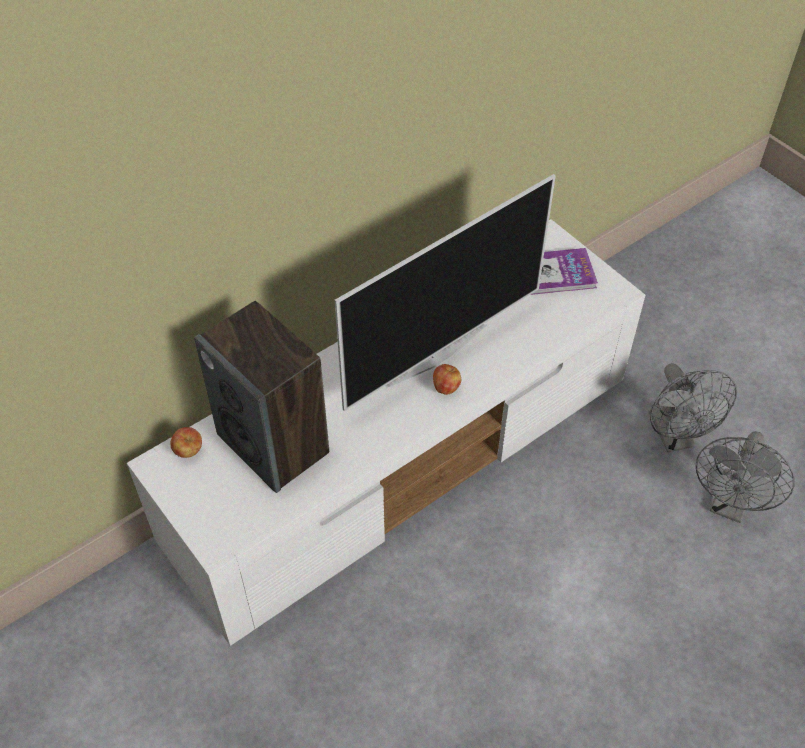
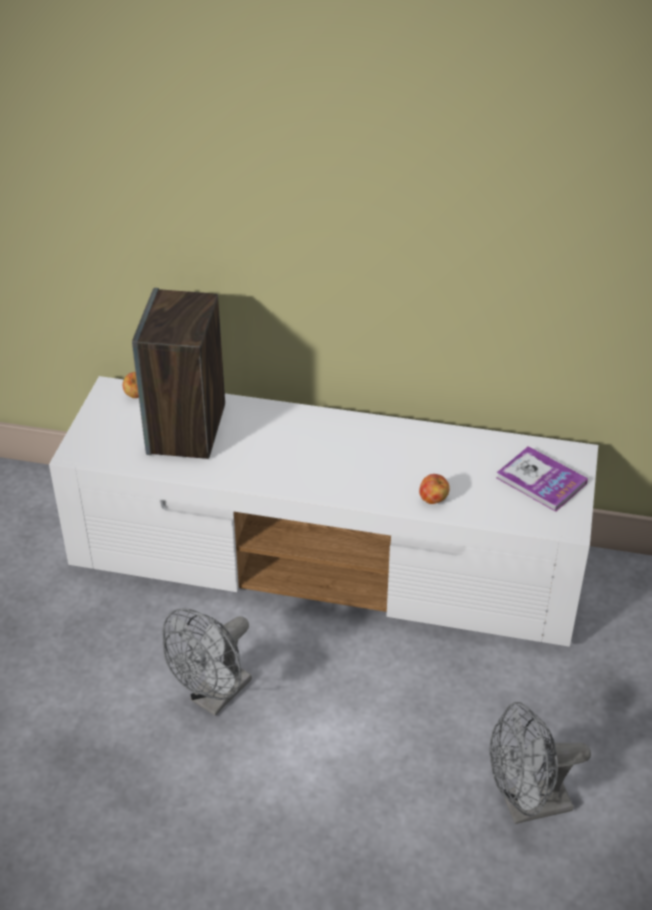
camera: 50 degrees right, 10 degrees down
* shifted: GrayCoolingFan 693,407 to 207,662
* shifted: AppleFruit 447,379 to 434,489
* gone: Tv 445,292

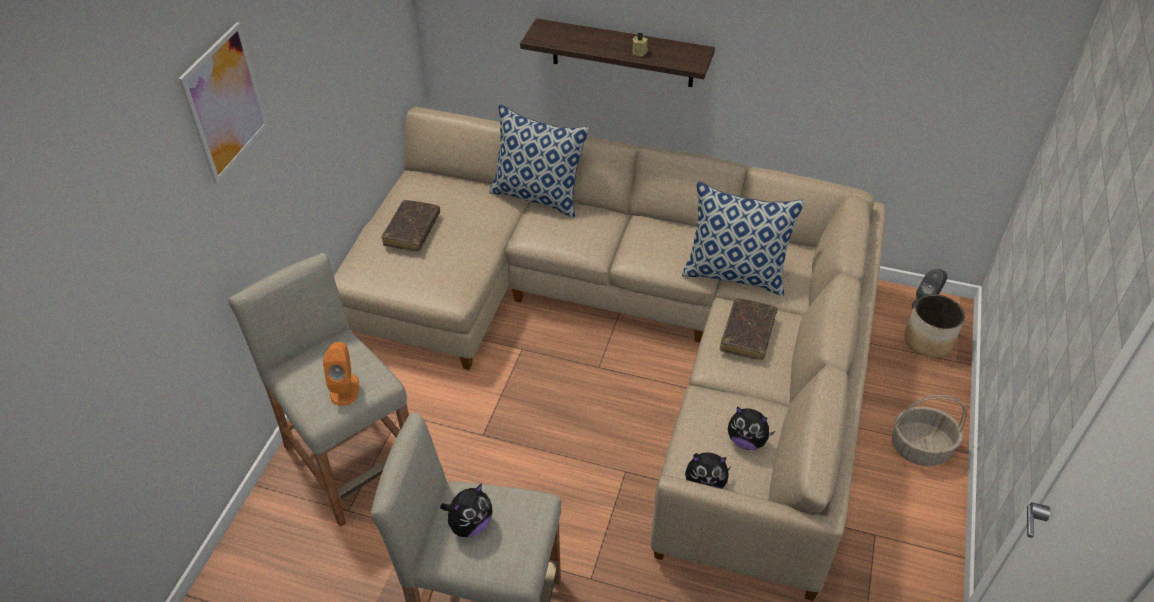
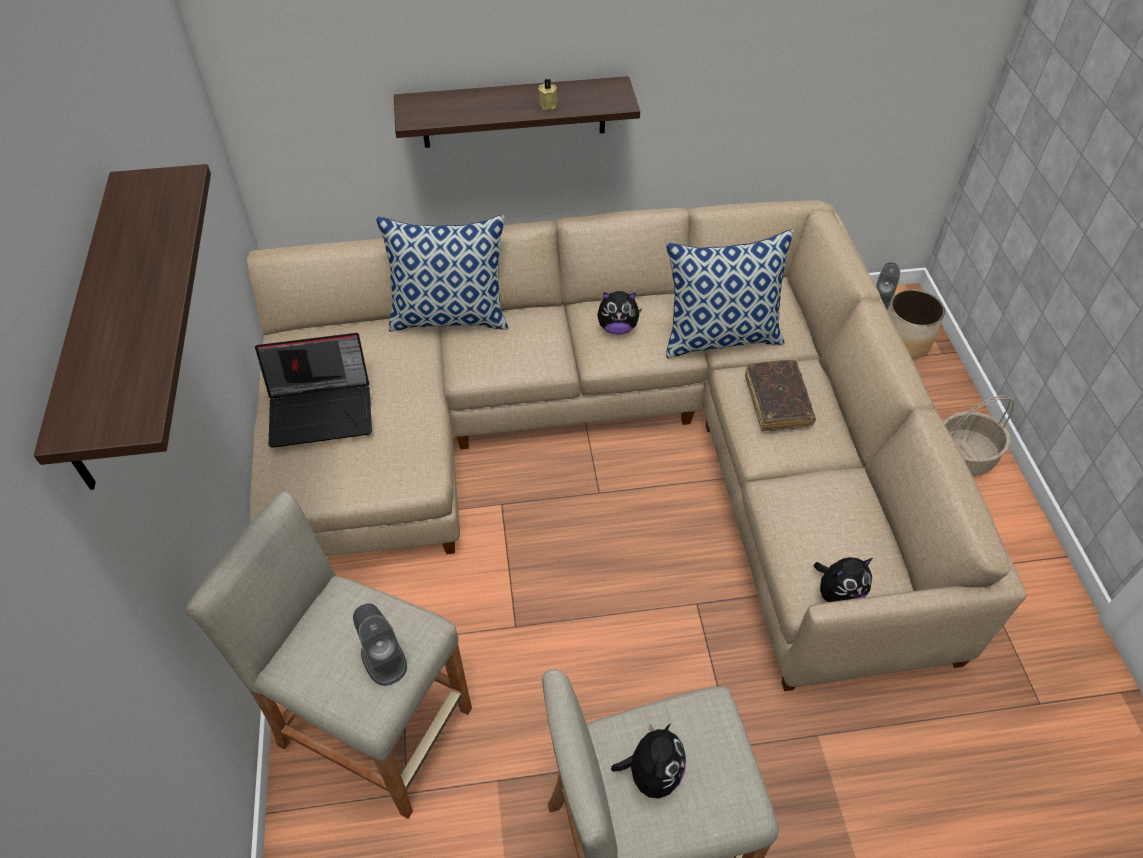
camera: 25 degrees left, 5 degrees up
* swapped: WallPicture 223,103 to BracketShelf 122,327
* swapped: BrownBoundBook 410,225 to Laptop 313,390
* repainted: OrangeySpeaker 341,374 to GraySpeaker 380,644
* shifted: CuddlyToy 751,428 to 619,313

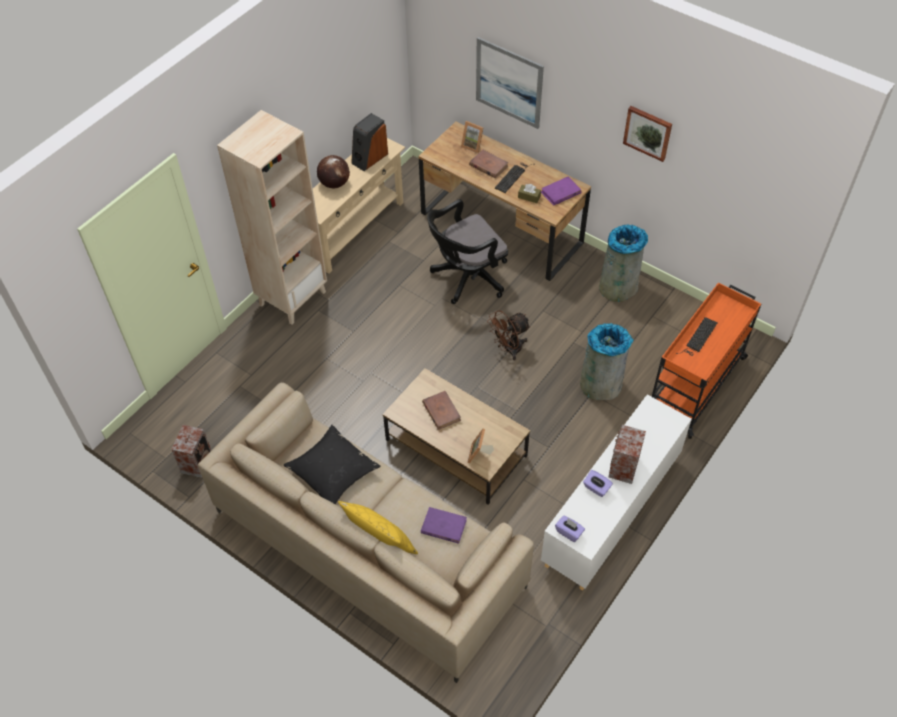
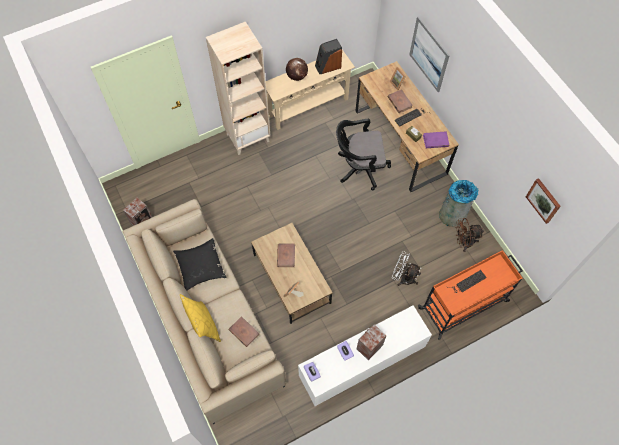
camera: 25 degrees right, 10 degrees up
* repainted: PurpleBoundBook 444,525 to BrownBoundBook 244,331
* swapped: GrayRubbishBin 606,361 to WhiteCoolingFan 406,268
* shifted: BrownCoolingFan 509,335 to 469,235
* shifted: WallPicture 647,134 to 543,201

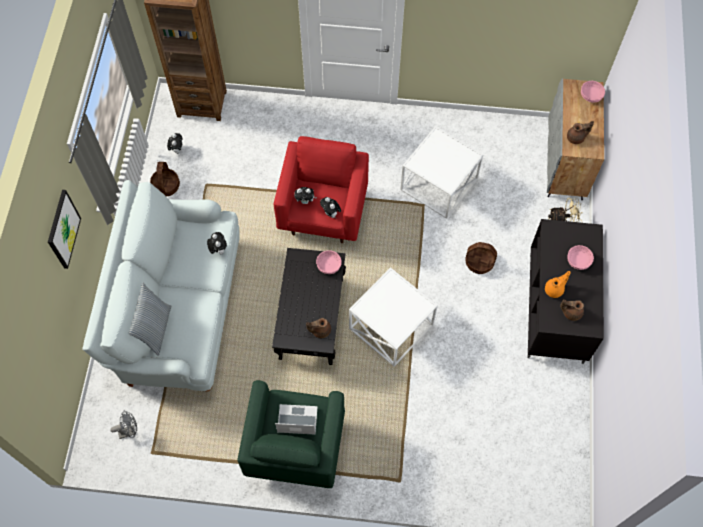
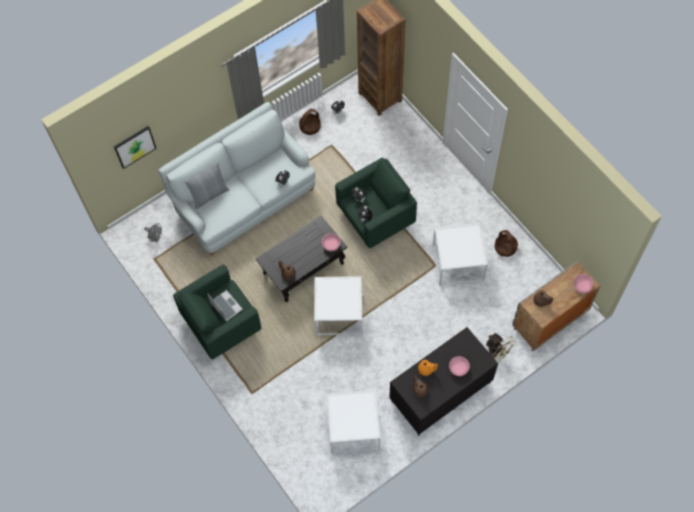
camera: 50 degrees right, 0 degrees up
* shifted: WallPicture 64,229 to 135,147
* new: WhiteEndTable 353,422
* repainted: ReddishEasyChair 321,189 to GreenishEasyChair 376,202
* shifted: HouseholdBasket 481,258 to 506,243

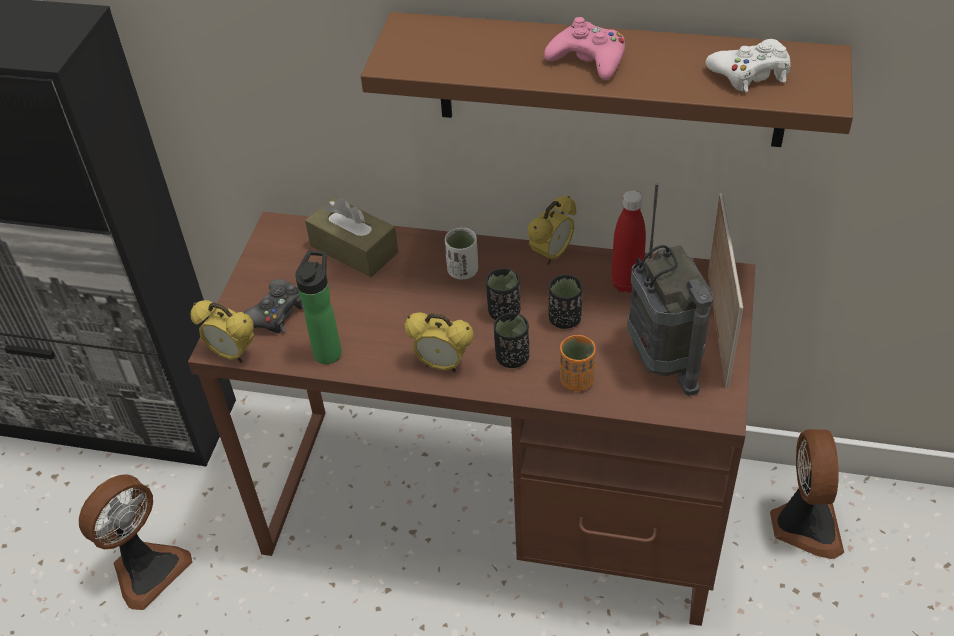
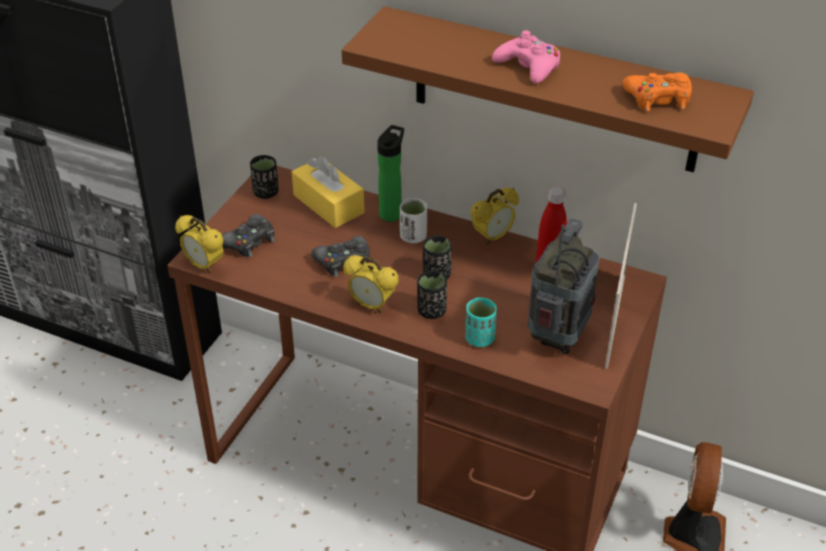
camera: 10 degrees right, 5 degrees down
* shifted: BlackColouredDrinkingCup 565,302 to 264,177
* repainted: BrownBoxOfTissues 352,237 to YellowBoxOfTissues 328,192
* new: BlackColouredGamepad 340,256
* shifted: BeverageBottle 318,307 to 390,173
* repainted: OrangeyDrinkingCup 578,363 to BlueGreenDrinkingCup 481,322
* rotated: RadioReceiver 670,289 = 564,286 150 degrees counterclockwise
* repainted: WhiteGamepad 748,65 to OrangeyGamepad 657,91
* gone: CoolingFan 135,542

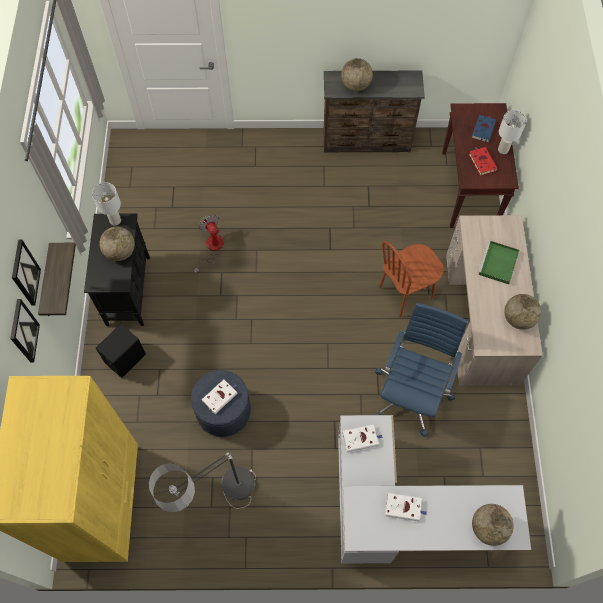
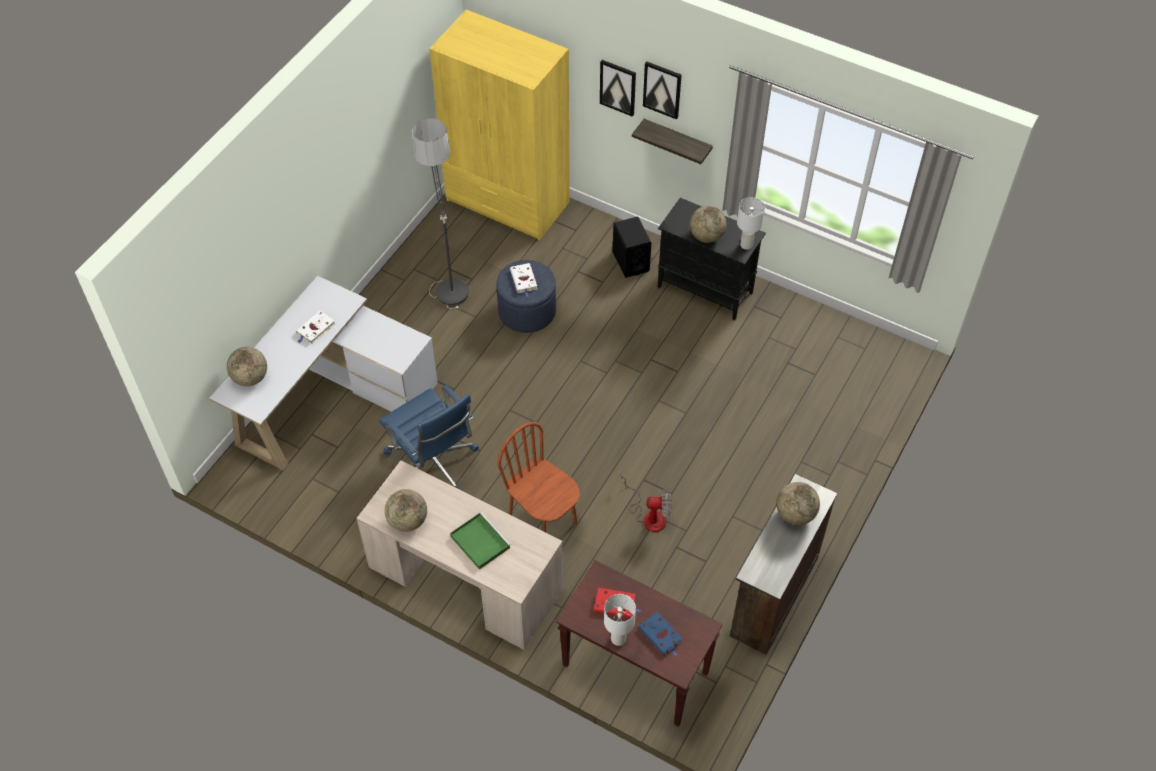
camera: 120 degrees right, 10 degrees down
* rotated: BrownChair 411,279 = 538,477 45 degrees counterclockwise
* shifted: CoolingFan 209,243 to 646,504
* gone: WhiteBoundBook 362,438

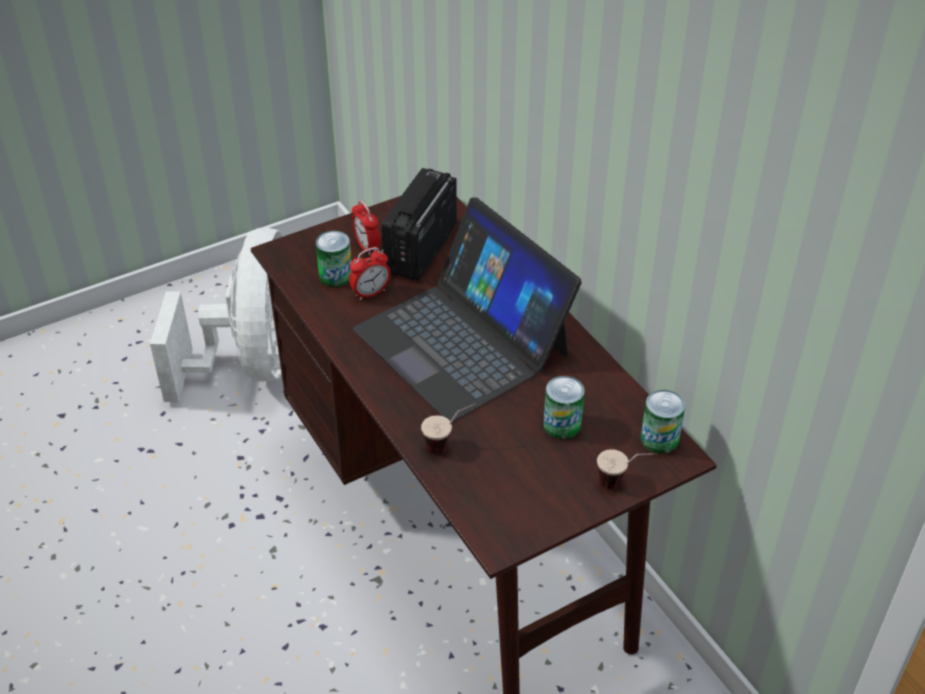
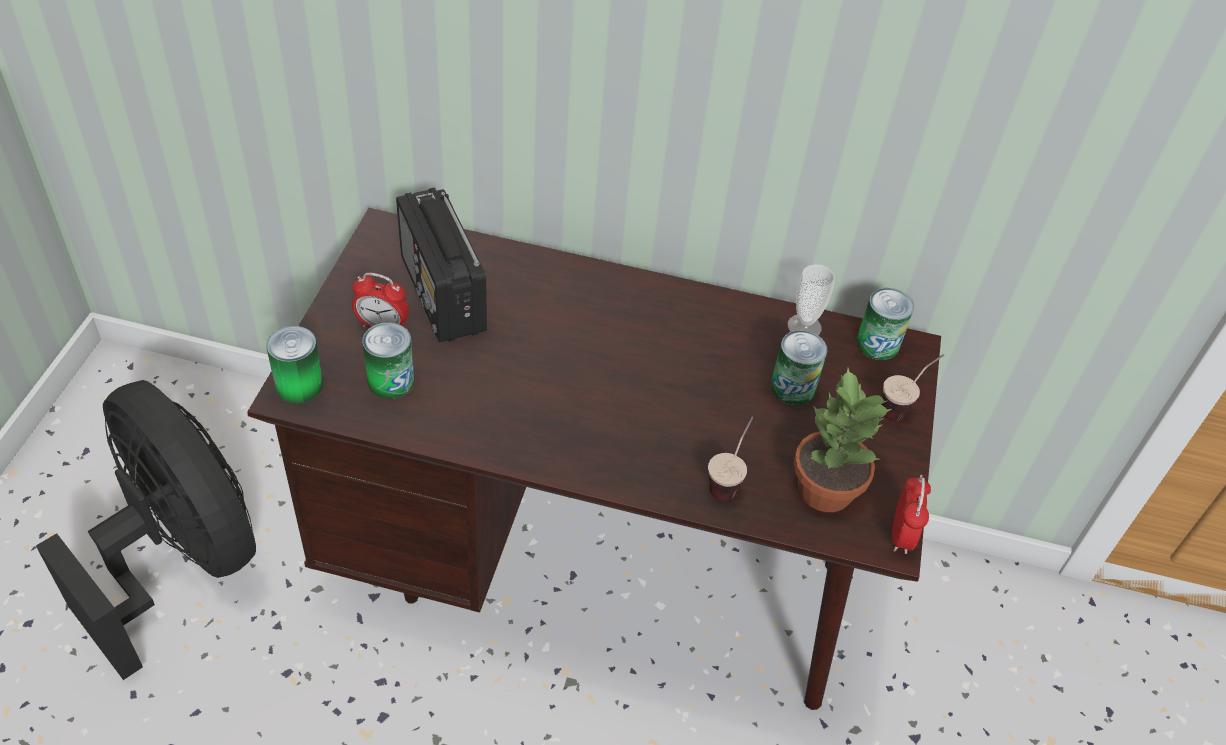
camera: 50 degrees left, 5 degrees up
* repainted: WhiteCoolingFan 217,314 to BlackColouredCoolingFan 146,530
* new: Can 294,364
* new: DrinkingCup 811,299
* new: PottedPlant 843,440
* shifted: AlarmClock 370,273 to 911,514
* gone: Laptop 467,309

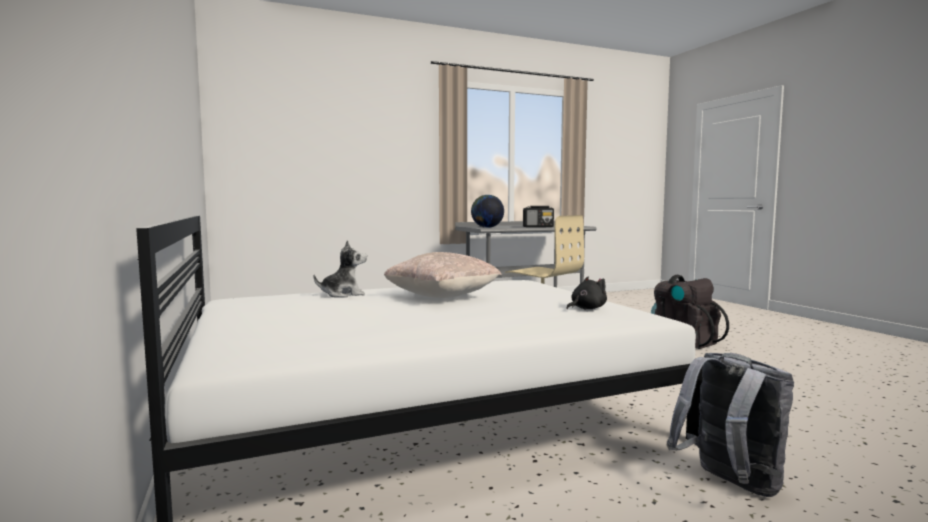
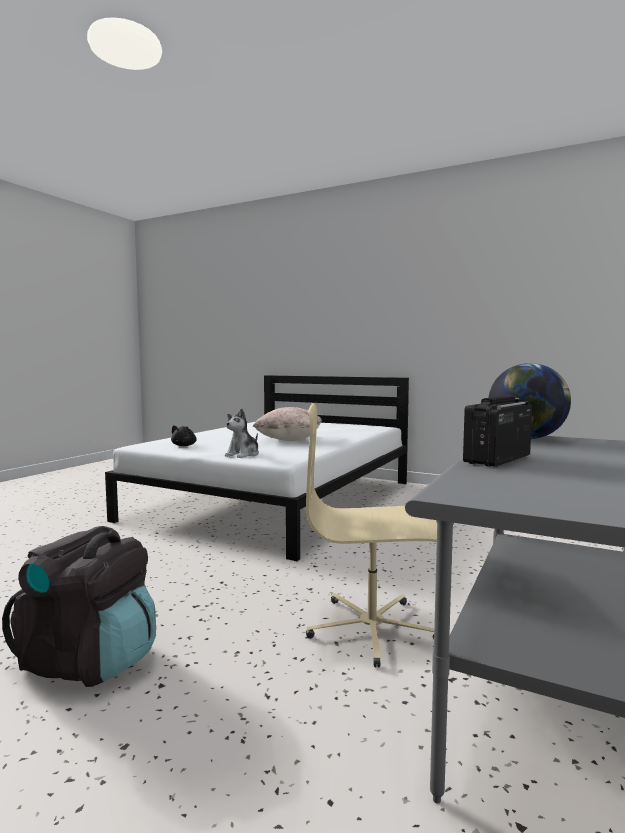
camera: 140 degrees right, 0 degrees up
* shifted: CuddlyToy 340,269 to 242,433
* gone: GrayRucksack 730,425

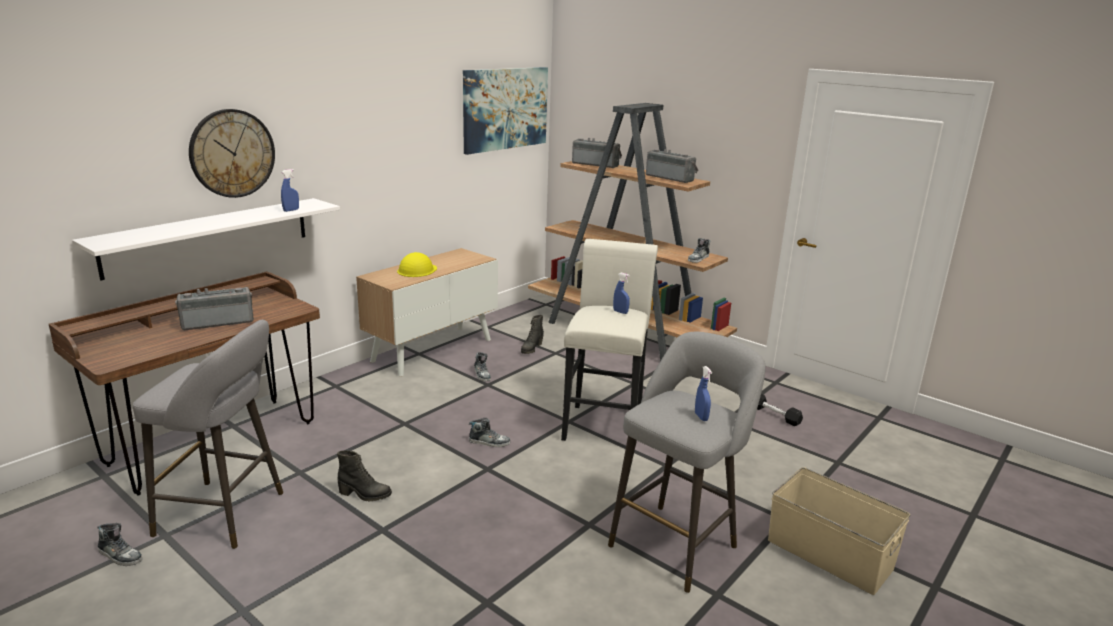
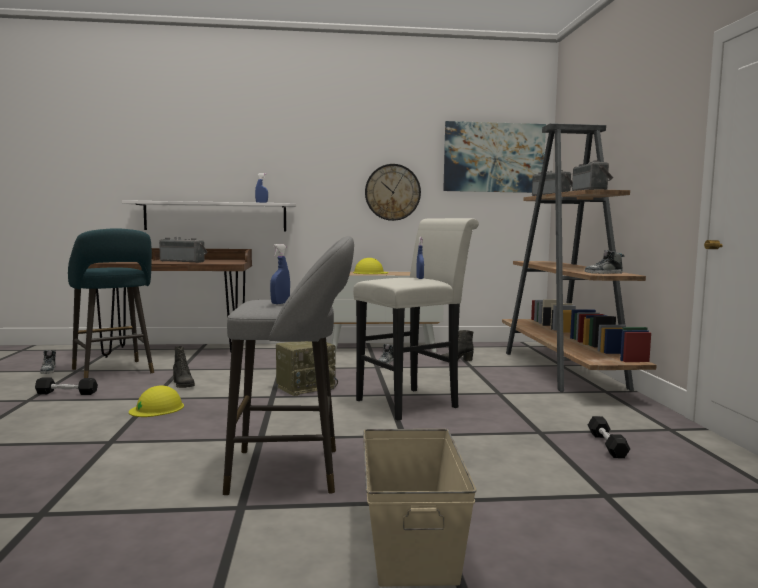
camera: 45 degrees right, 15 degrees down
* new: BlackColouredDumbbell 66,386
* repainted: GrayStoolSeat 208,434 to BlueGreenStoolSeat 111,303
* new: YellowSafetyHelmet 156,401
* swapped: Shoe 489,432 to RadioReceiver 307,368
* shifted: WallClock 232,153 to 393,192

